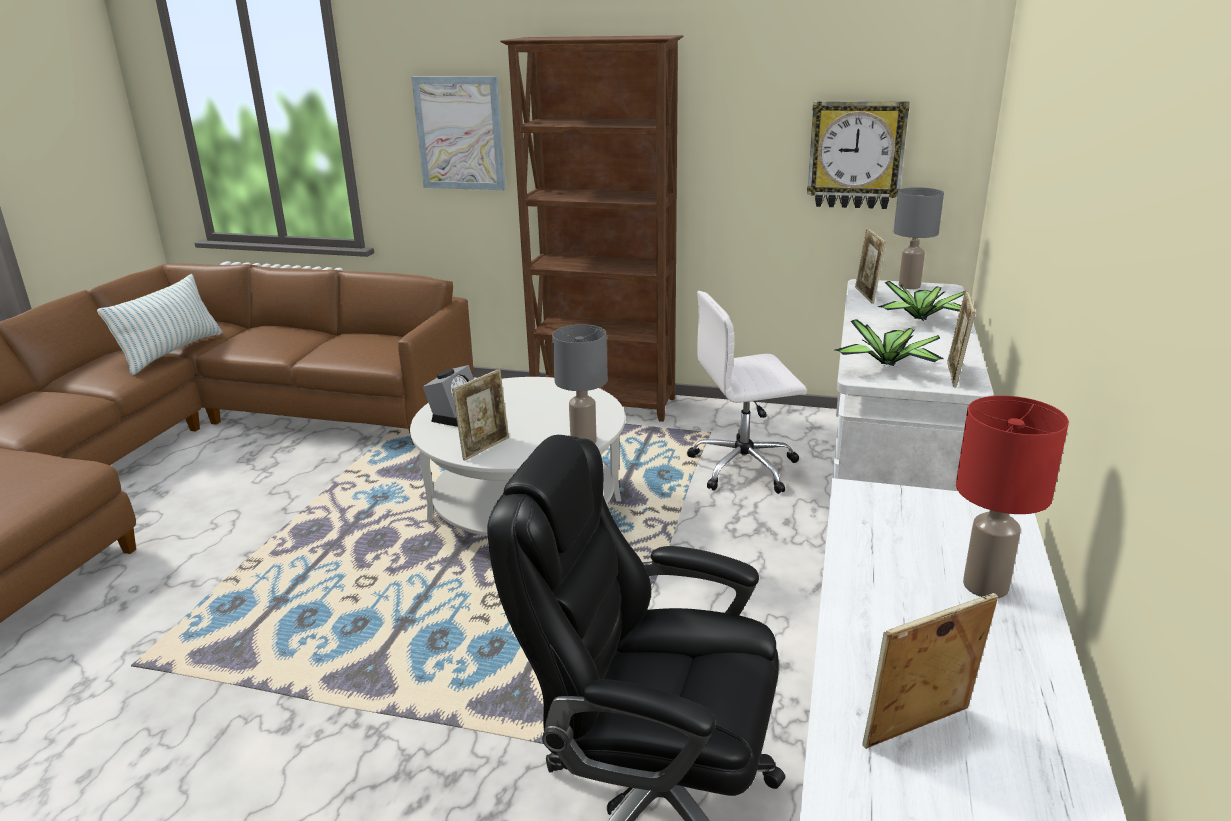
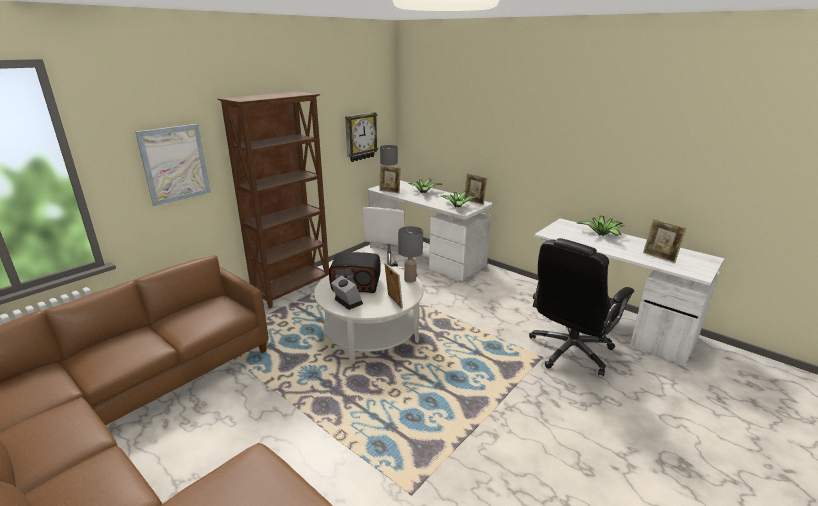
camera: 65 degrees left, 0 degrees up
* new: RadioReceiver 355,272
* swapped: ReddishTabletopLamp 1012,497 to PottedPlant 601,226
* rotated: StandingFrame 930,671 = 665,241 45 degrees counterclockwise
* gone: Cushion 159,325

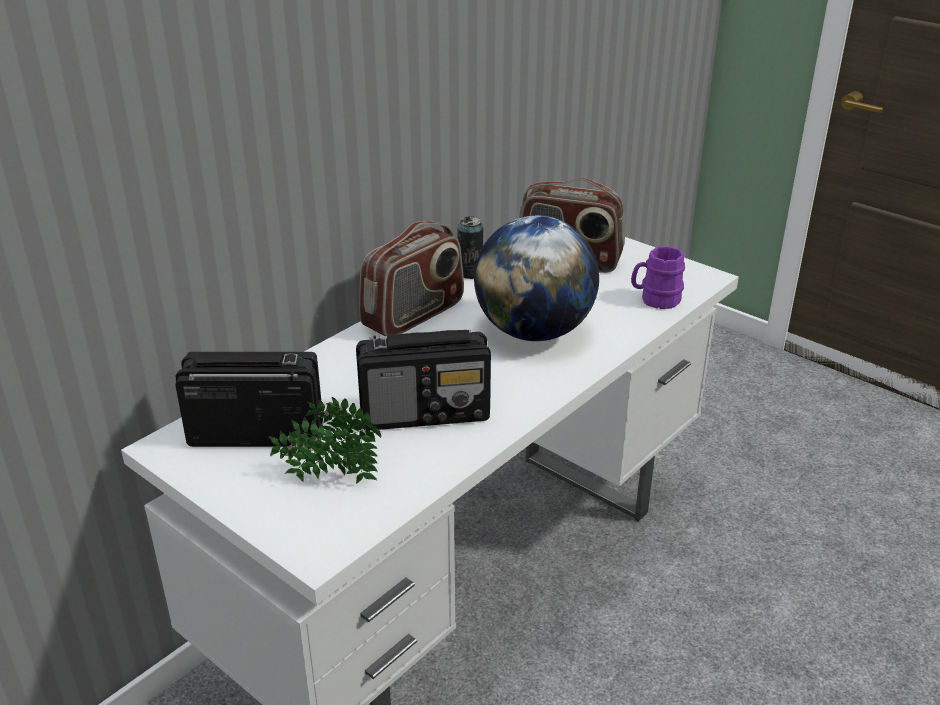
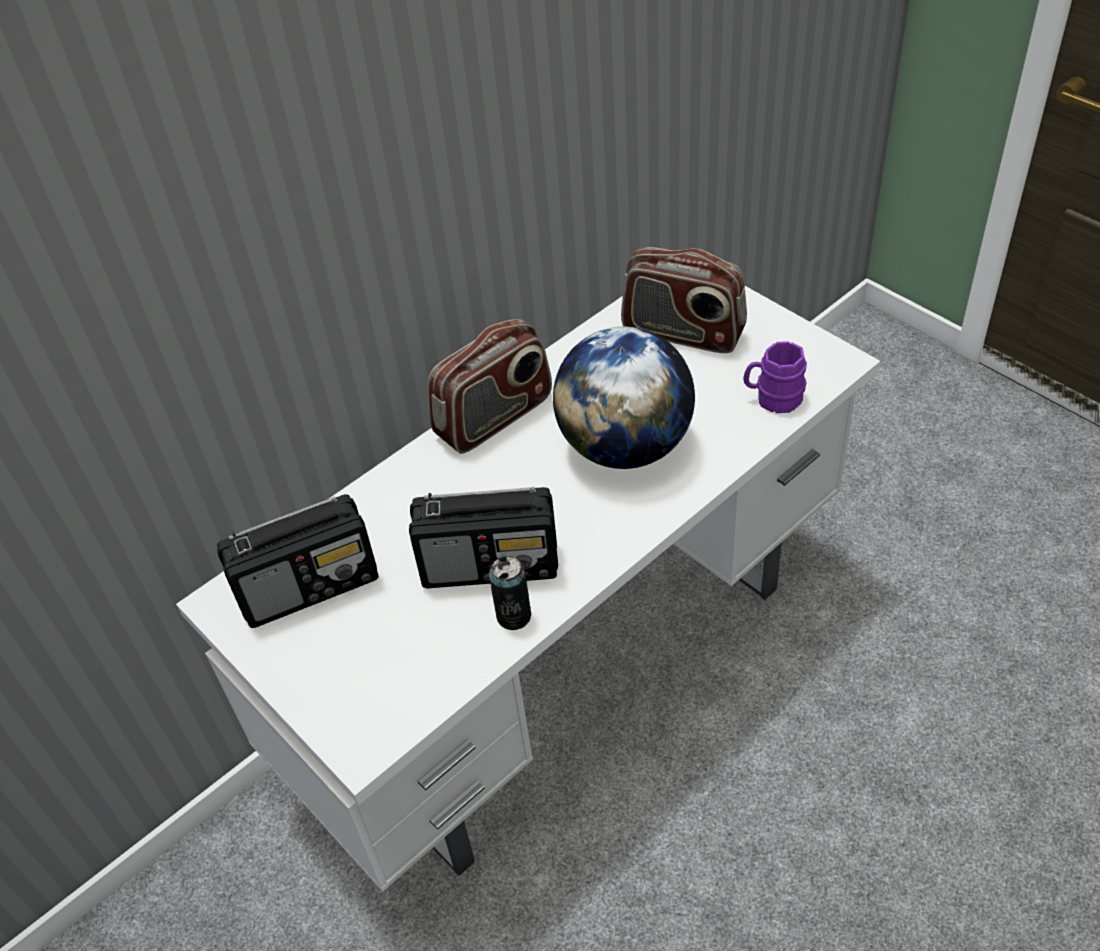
camera: 10 degrees right, 15 degrees up
* rotated: RadioReceiver 249,399 = 298,561 150 degrees clockwise
* shifted: Can 470,247 to 510,593
* gone: PottedPlant 324,440

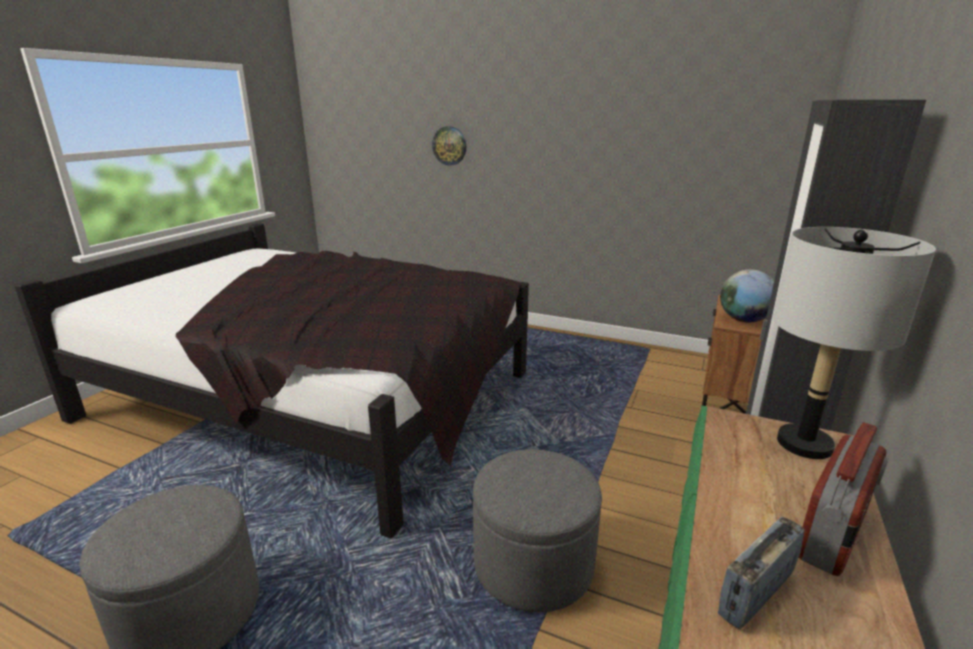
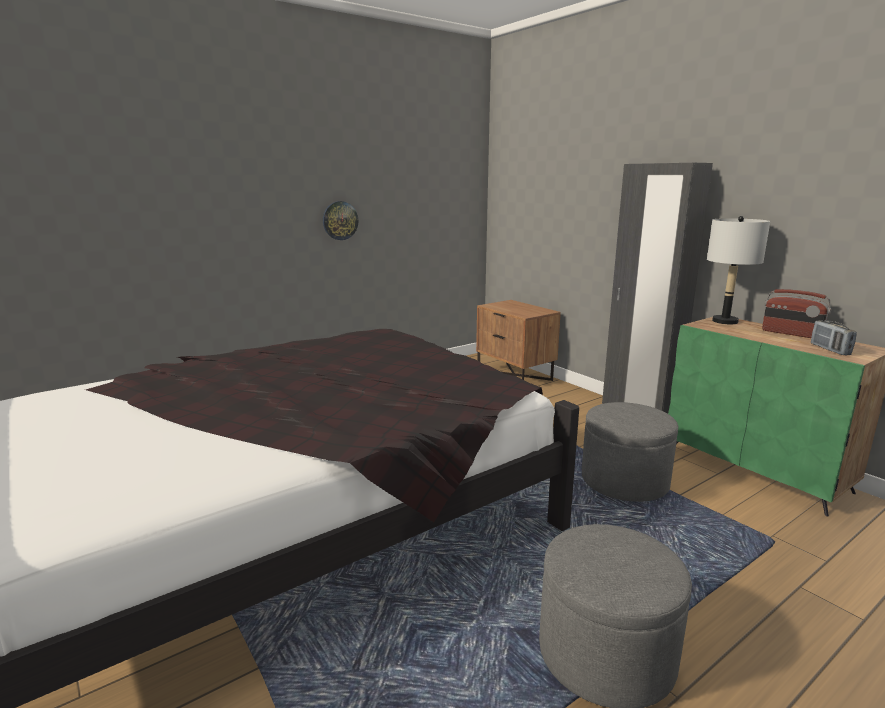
camera: 60 degrees left, 5 degrees down
* shifted: WallClock 449,146 to 340,220
* rotated: RadioReceiver 843,499 = 797,313 150 degrees clockwise
* gone: Globe 747,295

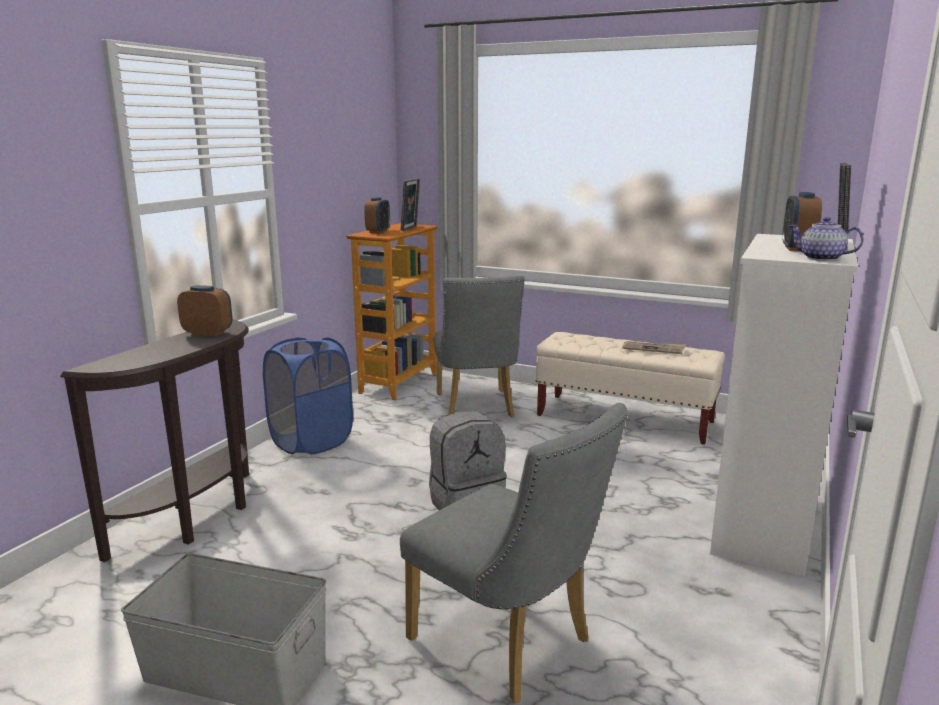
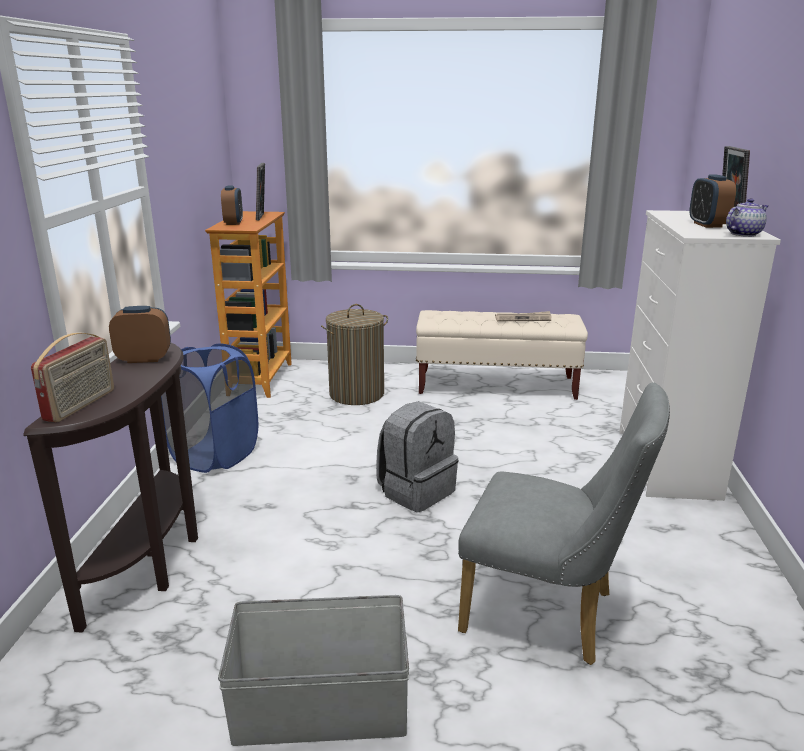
camera: 20 degrees left, 5 degrees up
* new: RadioReceiver 72,377
* swapped: GrayChair 479,346 to WashingBasket 354,354
* rotated: Teapot 826,239 = 747,217 135 degrees clockwise

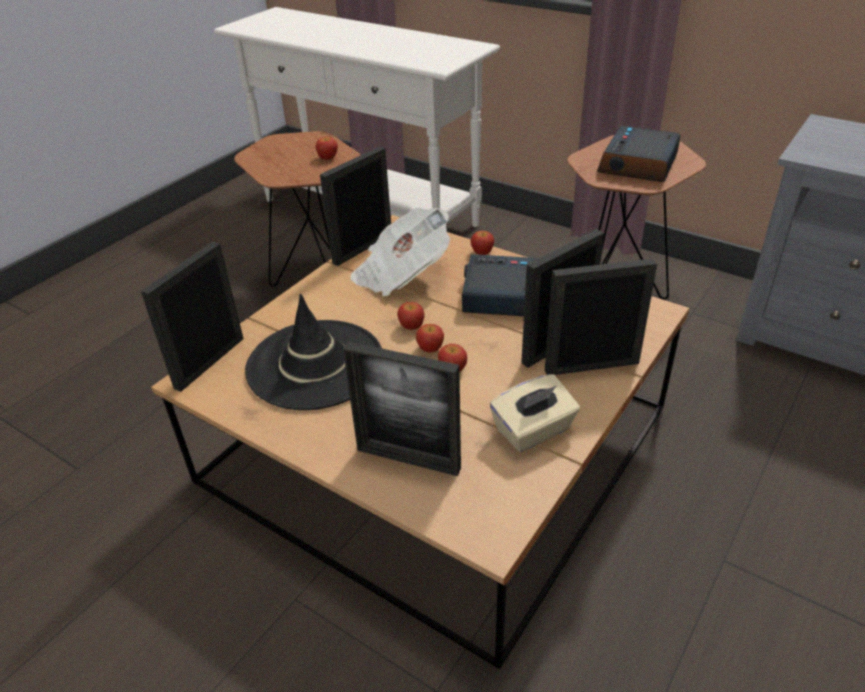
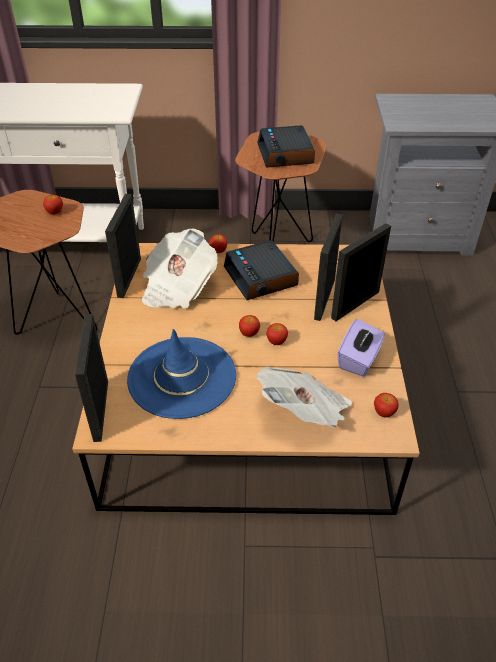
camera: 35 degrees left, 5 degrees up
* repainted: BlackColouredWearableHat 313,352 to BlueWearableHat 181,374
* rotated: AlarmClock 500,285 = 261,270 90 degrees counterclockwise
* swapped: StandingFrame 402,409 to DailyPaper 304,397
* repainted: SandColouredBoxOfTissues 535,413 to PurpleBoxOfTissues 361,347
* shifted: AppleFruit 411,316 to 386,405

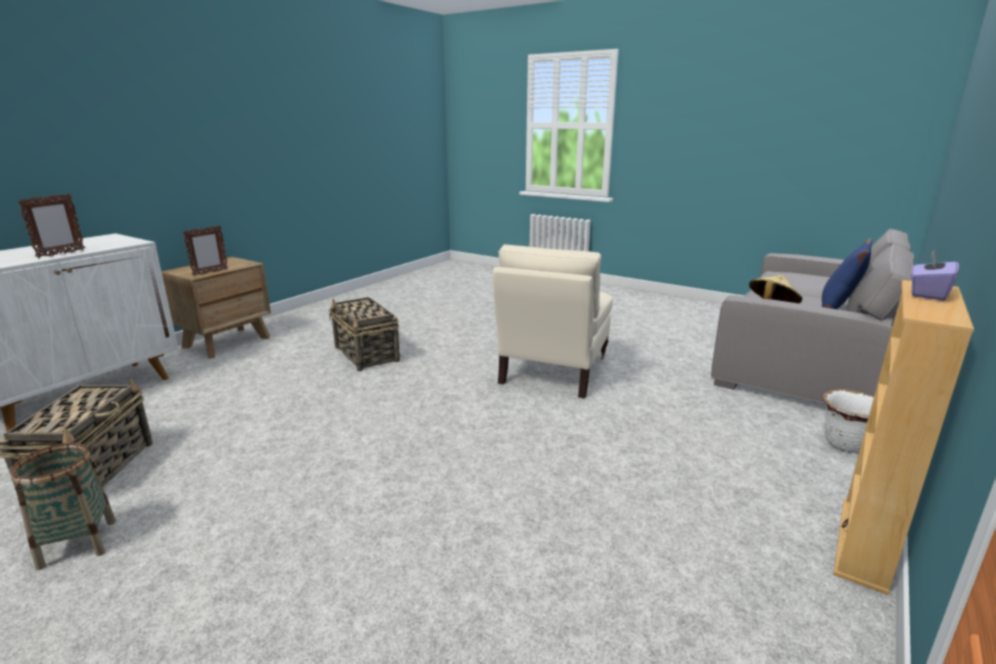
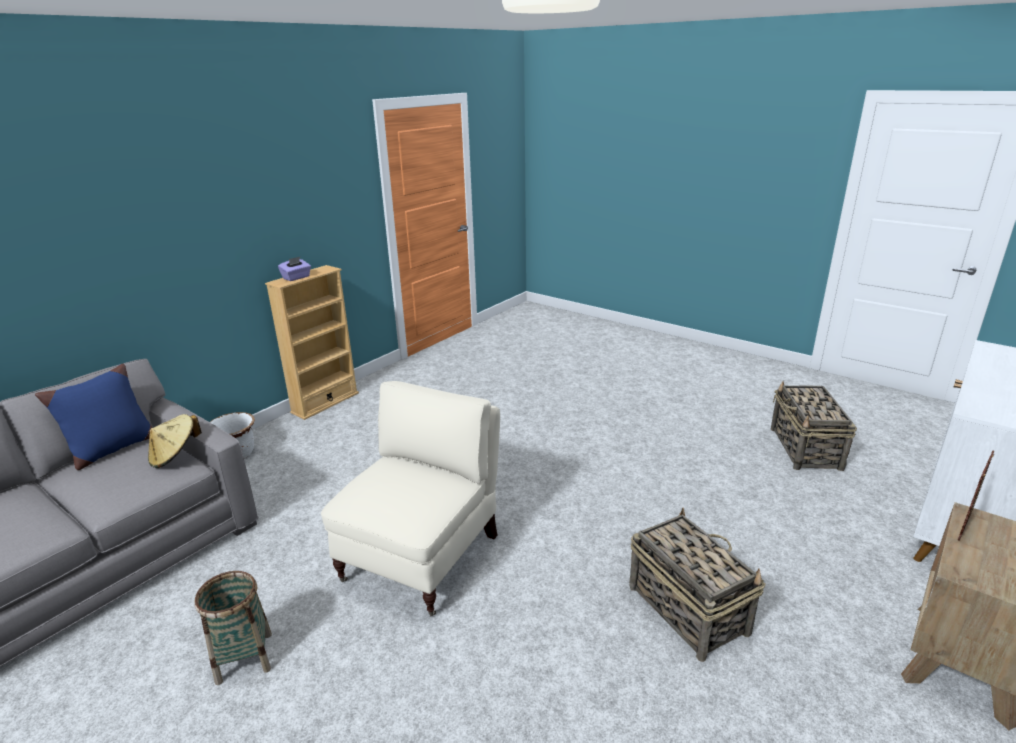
camera: 175 degrees left, 5 degrees up
* shifted: HouseholdBasket 63,506 to 233,628
* gone: StandingFrame 51,225

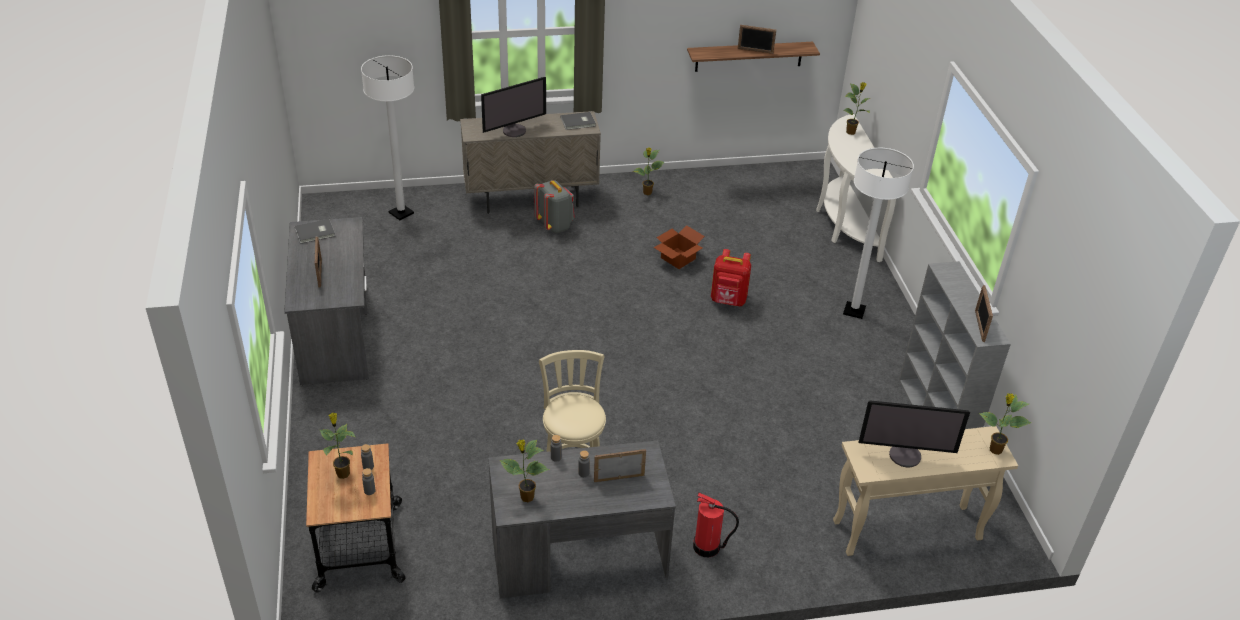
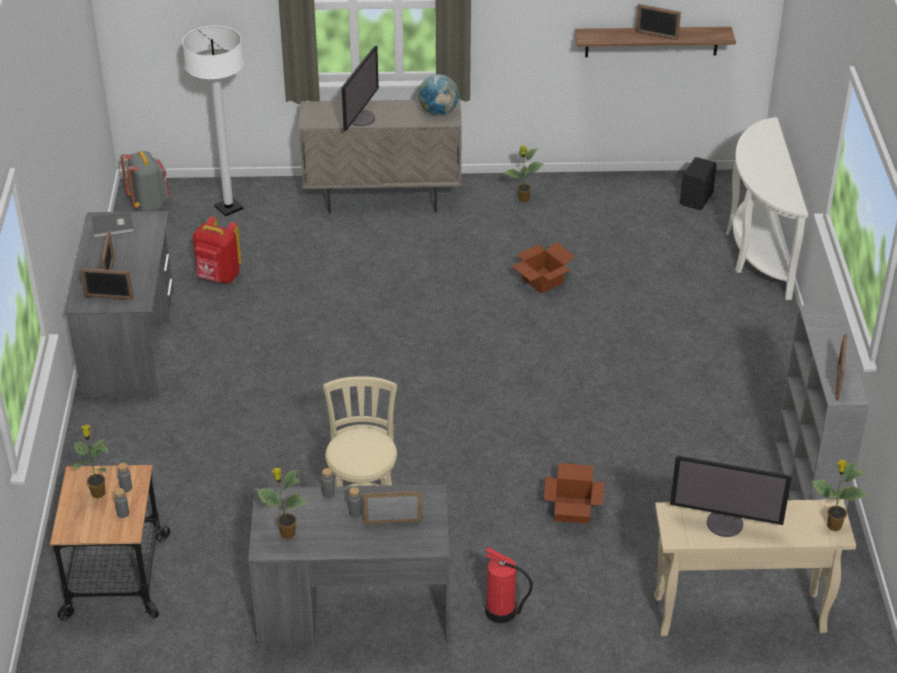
camera: 10 degrees right, 0 degrees up
* new: StandingFrame 107,284
* shifted: GrayRucksack 554,206 to 145,181
* shifted: ReddishRucksack 731,277 to 217,250
* rotated: Monitor 513,107 = 360,88 45 degrees counterclockwise
* swapped: GrayBoundBook 578,121 to Globe 438,94
* new: CardboardBox 574,493
* new: BlackColouredSpeaker 698,183
* gone: WhiteStandingLamp 878,233
* gone: PottedPlant 857,108

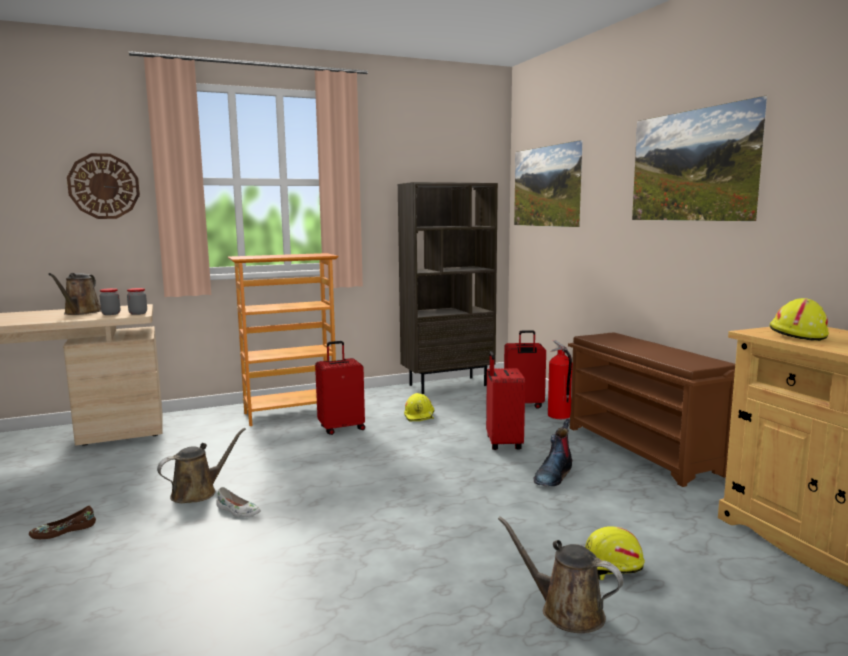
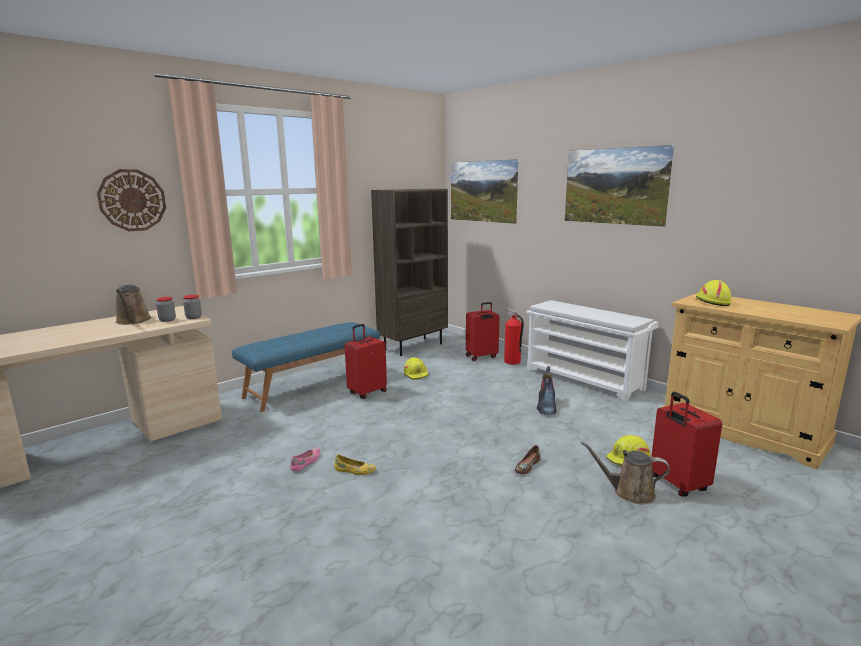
camera: 20 degrees left, 5 degrees up
* swapped: Bookcase 283,339 to BlueBench 306,367
* swapped: BrownSprinklingCan 201,465 to PinkishShoe 305,459
* repainted: WhiteShoe 238,502 to YellowShoe 355,465
* shifted: BrownShoe 62,522 to 528,459
* repainted: BrownShoeStand 651,410 to WhiteShoeStand 592,351
* shifted: ReddishSuitcase 505,400 to 687,444

